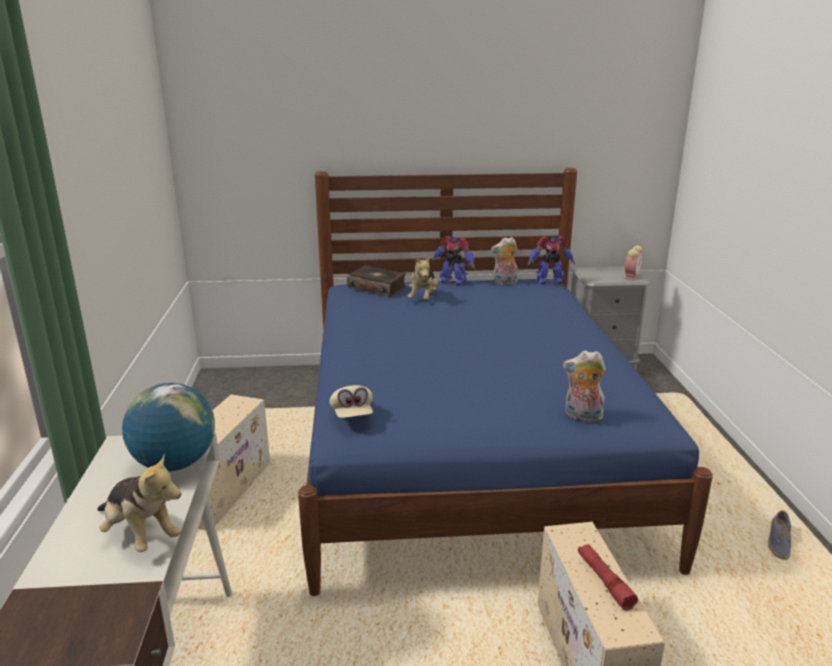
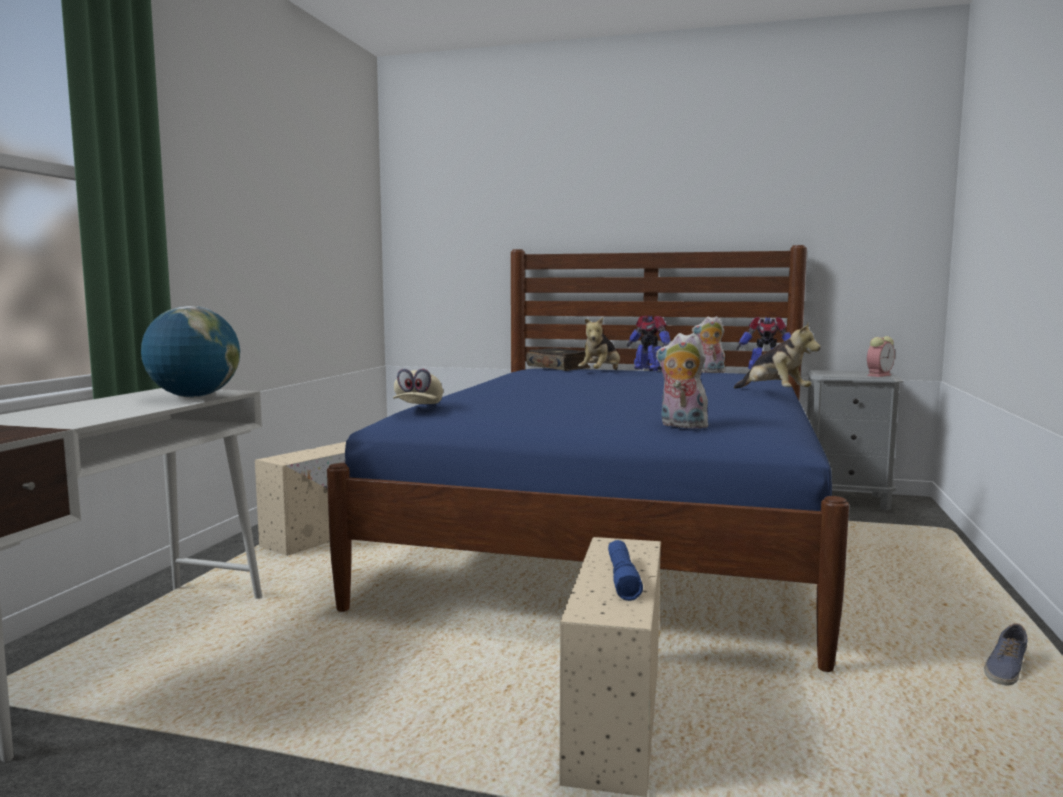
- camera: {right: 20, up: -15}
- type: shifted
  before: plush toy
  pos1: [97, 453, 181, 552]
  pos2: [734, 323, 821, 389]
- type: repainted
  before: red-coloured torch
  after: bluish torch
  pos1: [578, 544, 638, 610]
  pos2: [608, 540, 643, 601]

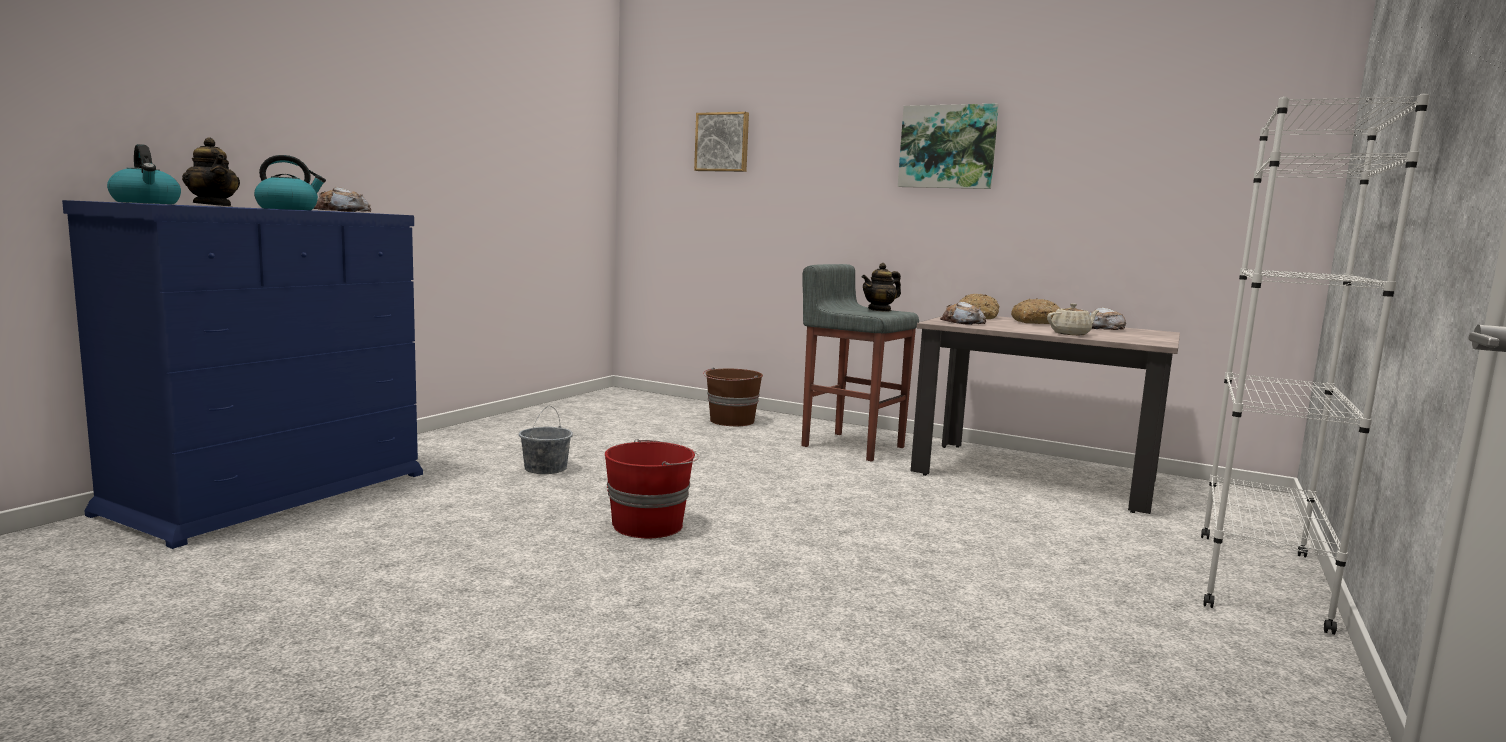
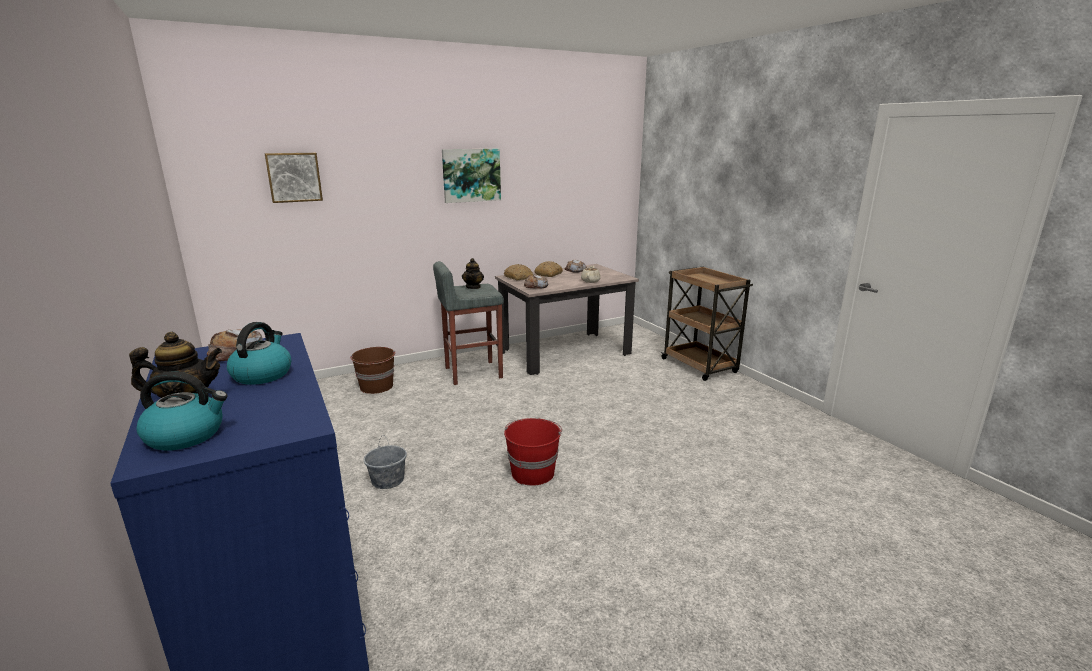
- camera: {right: -55, up: 10}
- type: swapped
  before: whitish bookcase
  after: brownish cart
  pos1: [1201, 93, 1430, 635]
  pos2: [660, 266, 753, 381]

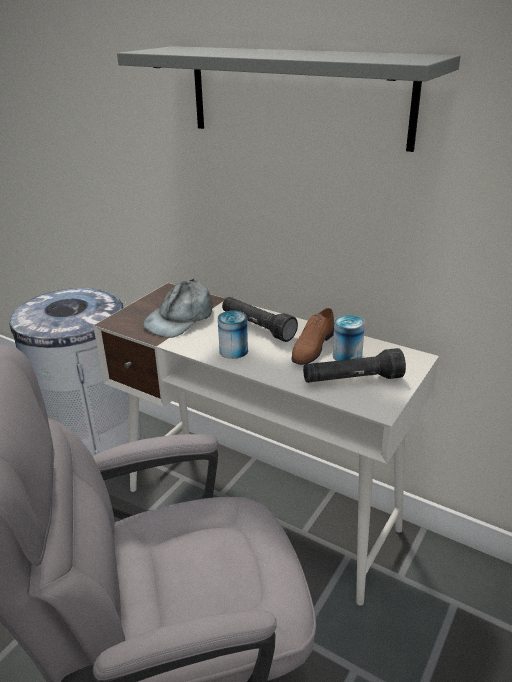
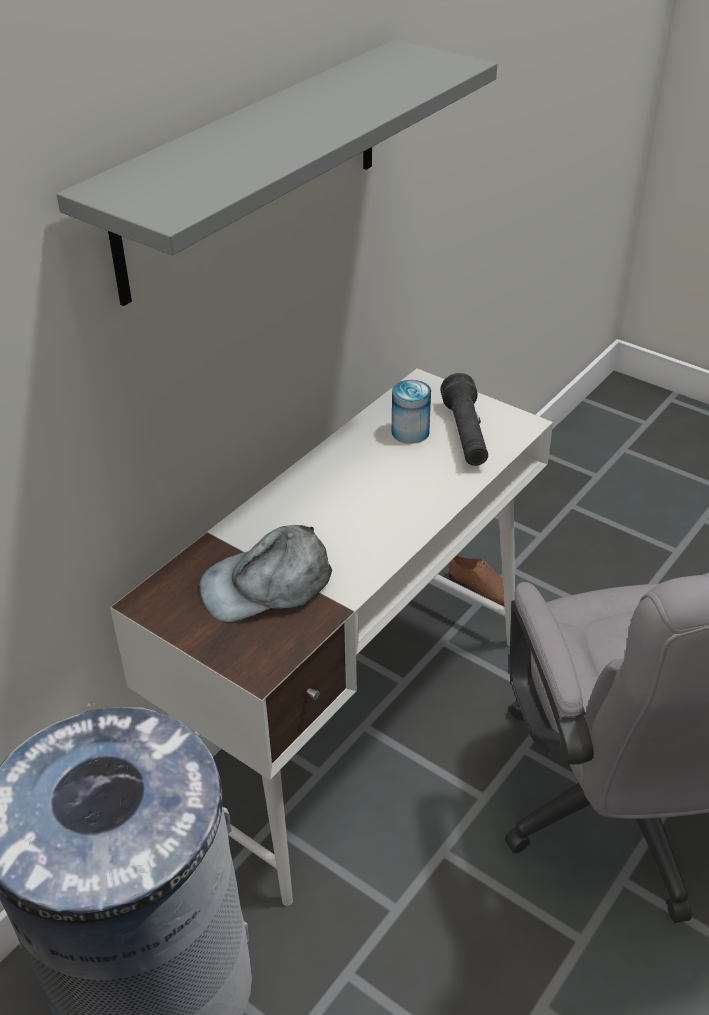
- camera: {right: -85, up: 10}
- type: gone
  before: can
  pos1: [218, 311, 248, 359]
- type: gone
  before: black torch
  pos1: [222, 297, 298, 342]
- type: shifted
  before: brownish low shoe
  pos1: [291, 308, 334, 365]
  pos2: [448, 555, 516, 607]
- type: rotated
  before: gray cap
  pos1: [143, 279, 213, 338]
  pos2: [200, 525, 332, 622]
  turn: 120

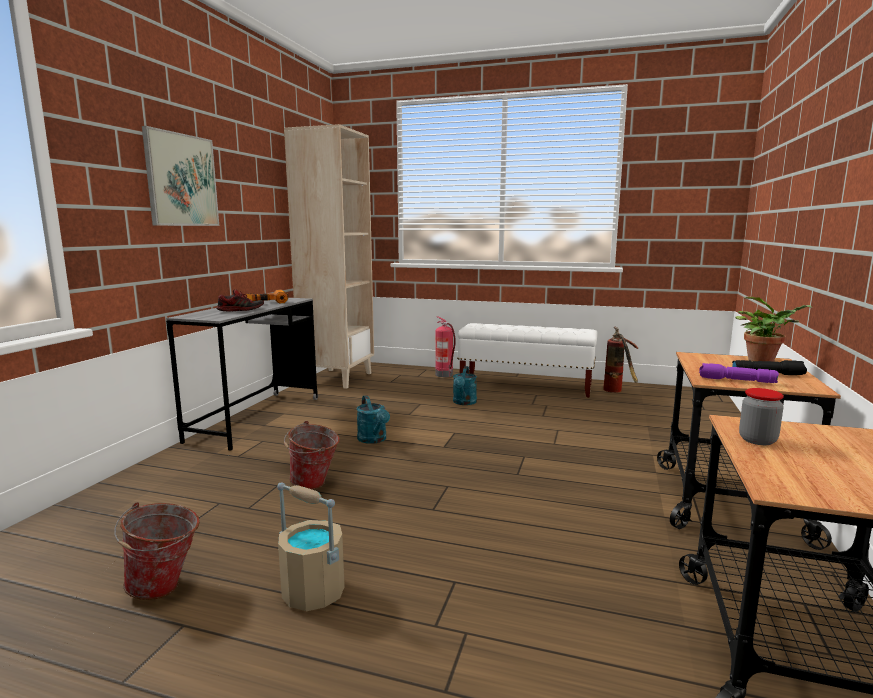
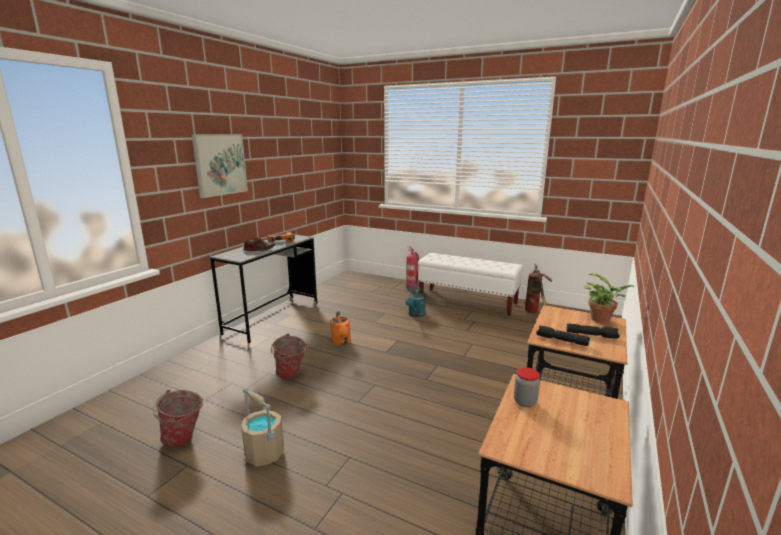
- camera: {right: 10, up: 5}
- type: gone
  before: sand-coloured bookcase
  pos1: [284, 124, 374, 389]
- type: repainted
  before: turquoise-coloured watering can
  after: orange-coloured watering can
  pos1: [356, 395, 390, 444]
  pos2: [330, 311, 351, 345]
- type: repainted
  before: purple-coloured torch
  after: black torch
  pos1: [699, 363, 779, 383]
  pos2: [536, 326, 590, 346]

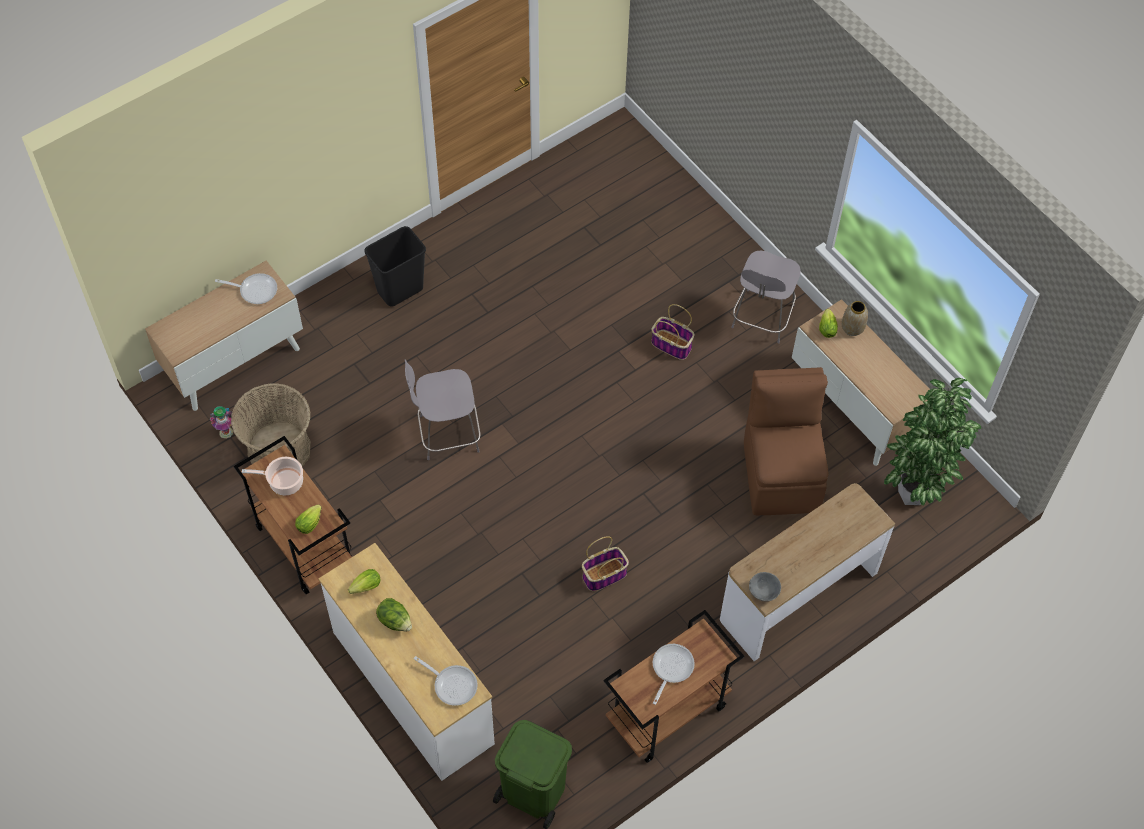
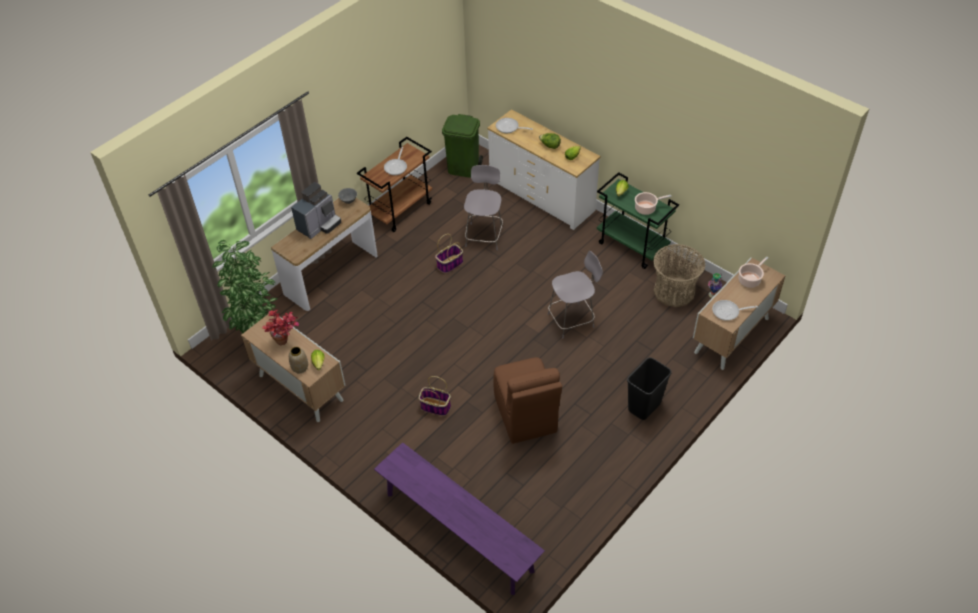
- camera: {right: 170, up: -10}
- type: new
  after: plant in a pot
  pos2: [262, 310, 299, 345]
- type: new
  after: coffee maker
  pos2: [291, 182, 341, 239]
- type: new
  after: purple-coloured bench
  pos2: [374, 442, 545, 595]
- type: new
  after: cooking pot
  pos2: [738, 256, 769, 288]
- type: shifted
  before: gray chair
  pos1: [731, 251, 801, 343]
  pos2: [464, 165, 503, 250]
- type: shifted
  before: brownish chair
  pos1: [744, 367, 828, 515]
  pos2: [493, 357, 562, 444]
- type: repainted
  before: brownish cart
  after: green-coloured cart
  pos1: [234, 436, 352, 594]
  pos2: [597, 172, 679, 269]

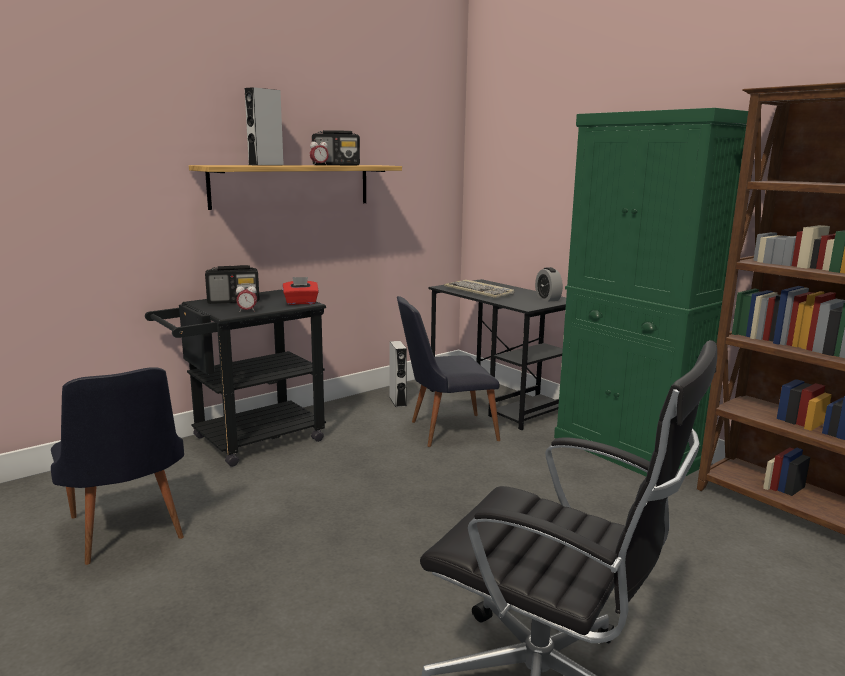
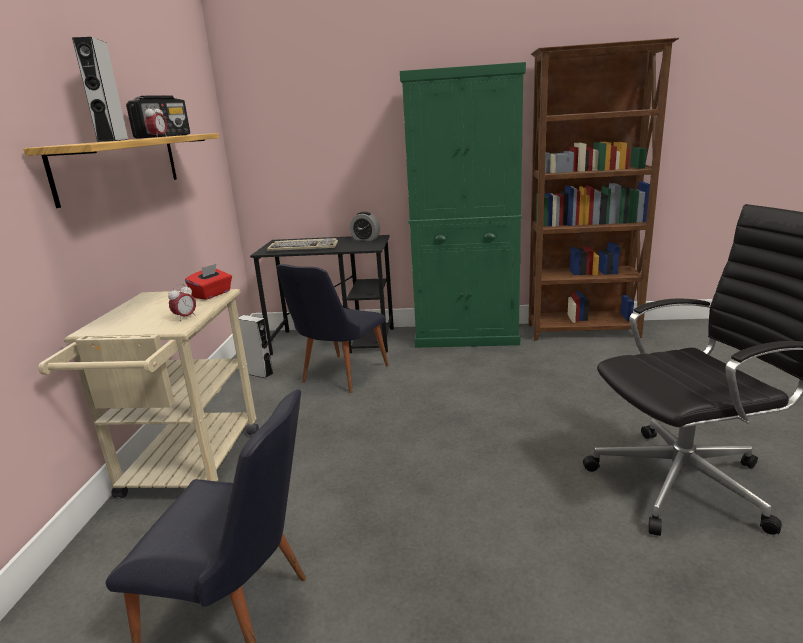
- camera: {right: -45, up: 5}
- type: gone
  before: radio receiver
  pos1: [205, 265, 259, 304]
- type: repainted
  before: black cart
  after: sand-coloured cart
  pos1: [145, 290, 326, 467]
  pos2: [38, 289, 259, 498]

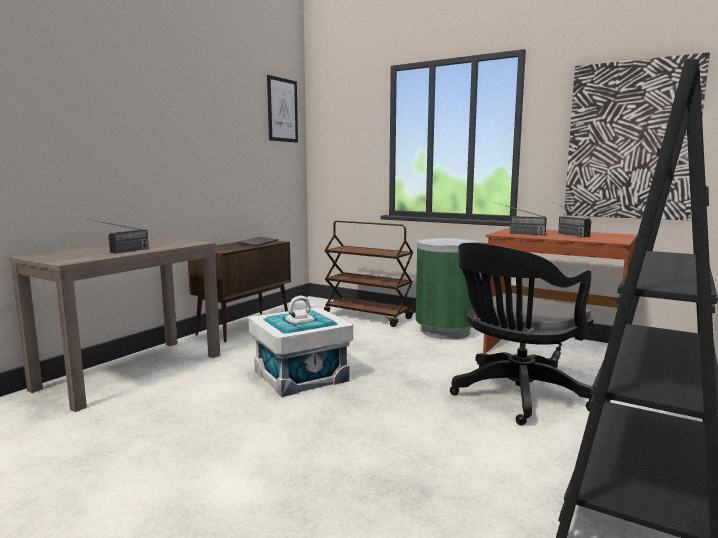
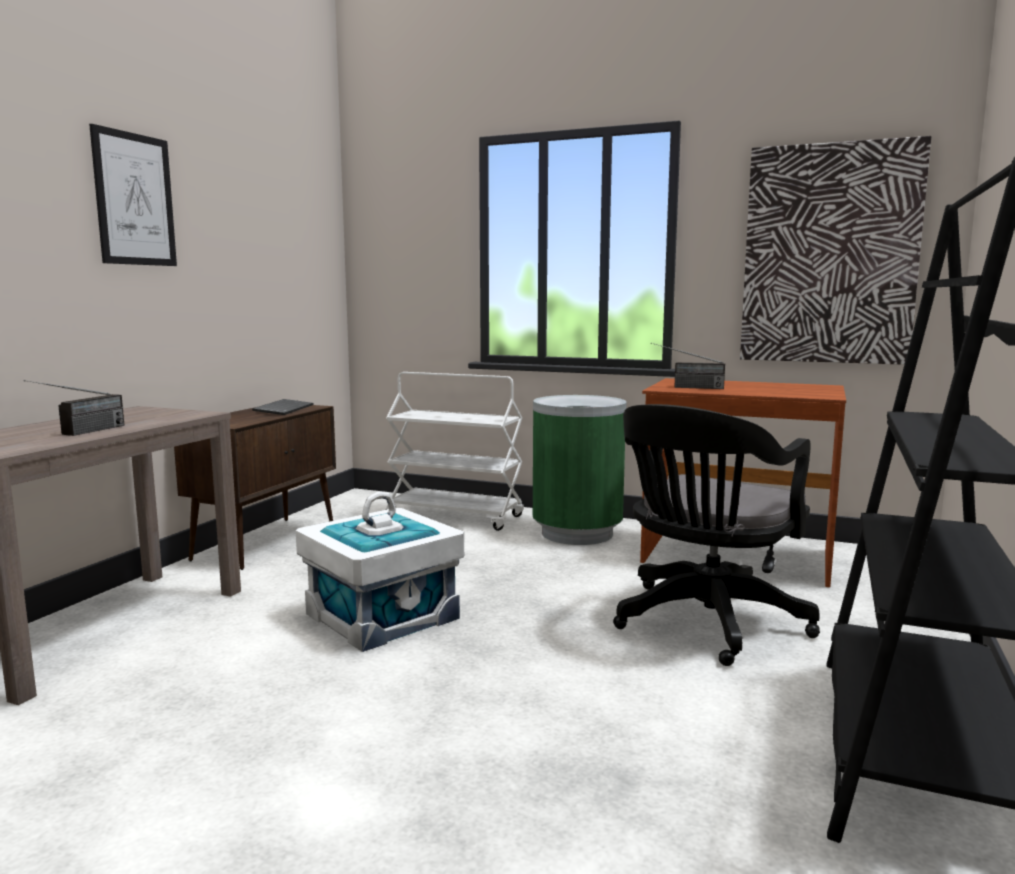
- camera: {right: -10, up: 0}
- type: gone
  before: radio receiver
  pos1: [553, 202, 591, 237]
- type: shifted
  before: wall art
  pos1: [267, 75, 298, 143]
  pos2: [89, 124, 177, 266]
- type: repainted
  before: brownish cart
  after: whitish cart
  pos1: [324, 221, 413, 327]
  pos2: [386, 372, 524, 531]

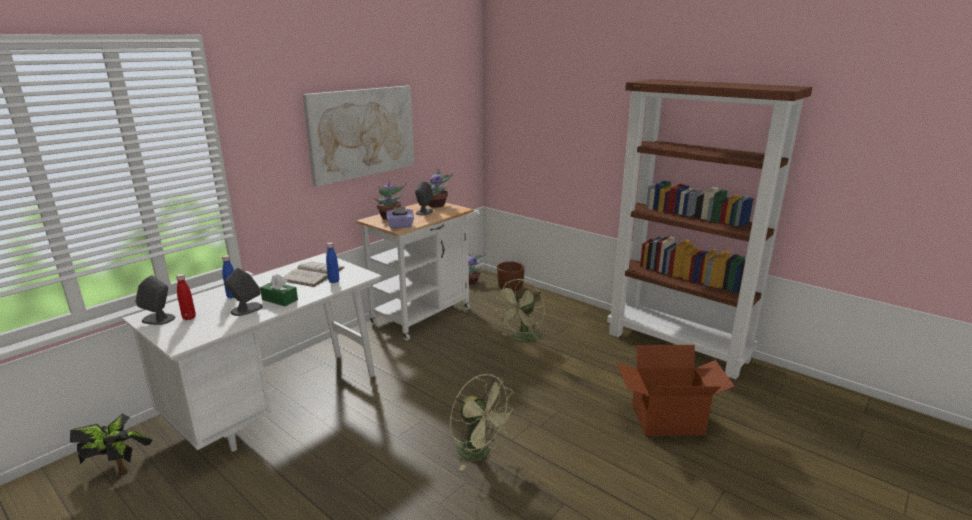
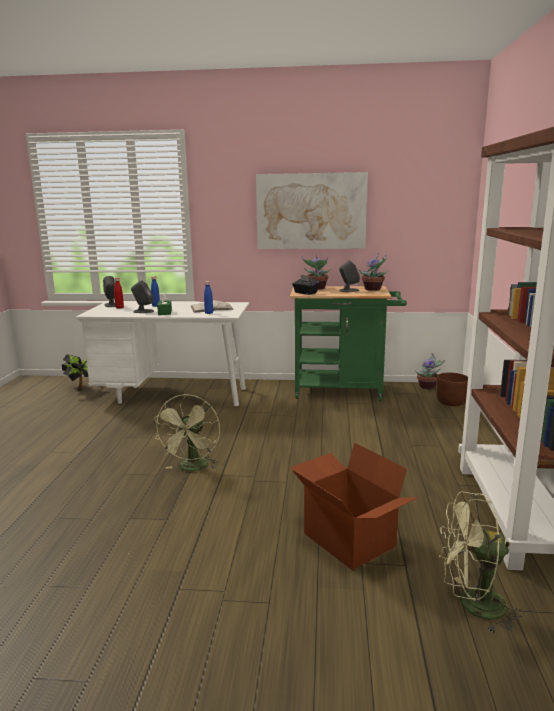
- camera: {right: 55, up: -5}
- type: shifted
  before: green-coloured electric fan
  pos1: [493, 279, 545, 344]
  pos2: [439, 491, 524, 634]
- type: repainted
  before: whitish cart
  after: green-coloured cart
  pos1: [357, 202, 480, 341]
  pos2: [290, 286, 407, 401]
- type: repainted
  before: purple-coloured tissue holder
  after: black tissue holder
  pos1: [386, 207, 414, 228]
  pos2: [292, 274, 319, 295]

